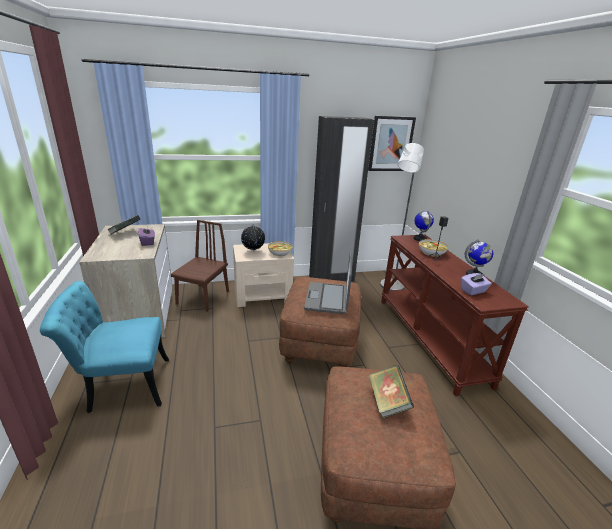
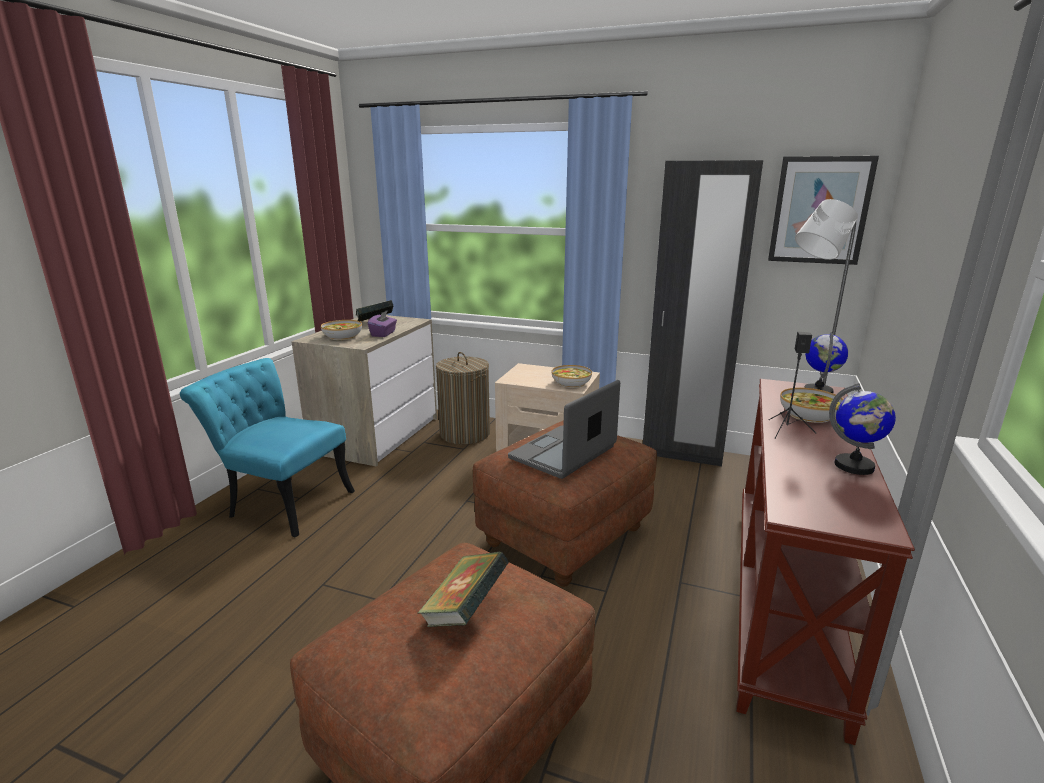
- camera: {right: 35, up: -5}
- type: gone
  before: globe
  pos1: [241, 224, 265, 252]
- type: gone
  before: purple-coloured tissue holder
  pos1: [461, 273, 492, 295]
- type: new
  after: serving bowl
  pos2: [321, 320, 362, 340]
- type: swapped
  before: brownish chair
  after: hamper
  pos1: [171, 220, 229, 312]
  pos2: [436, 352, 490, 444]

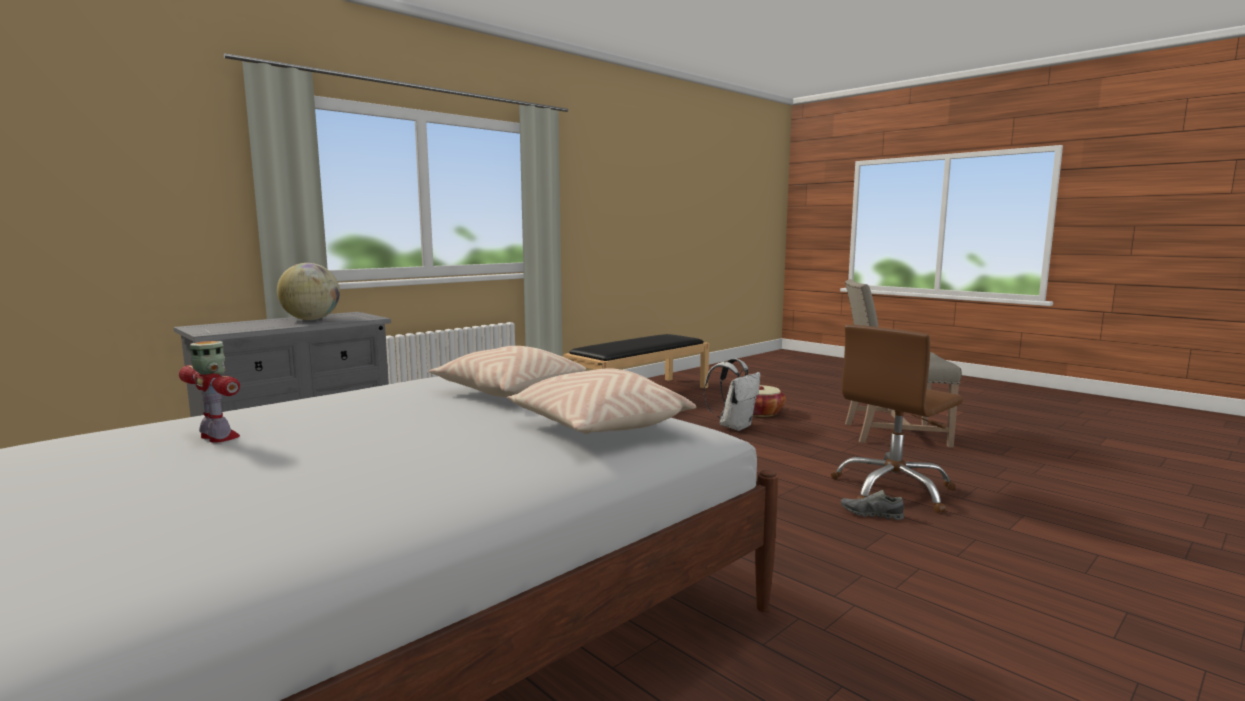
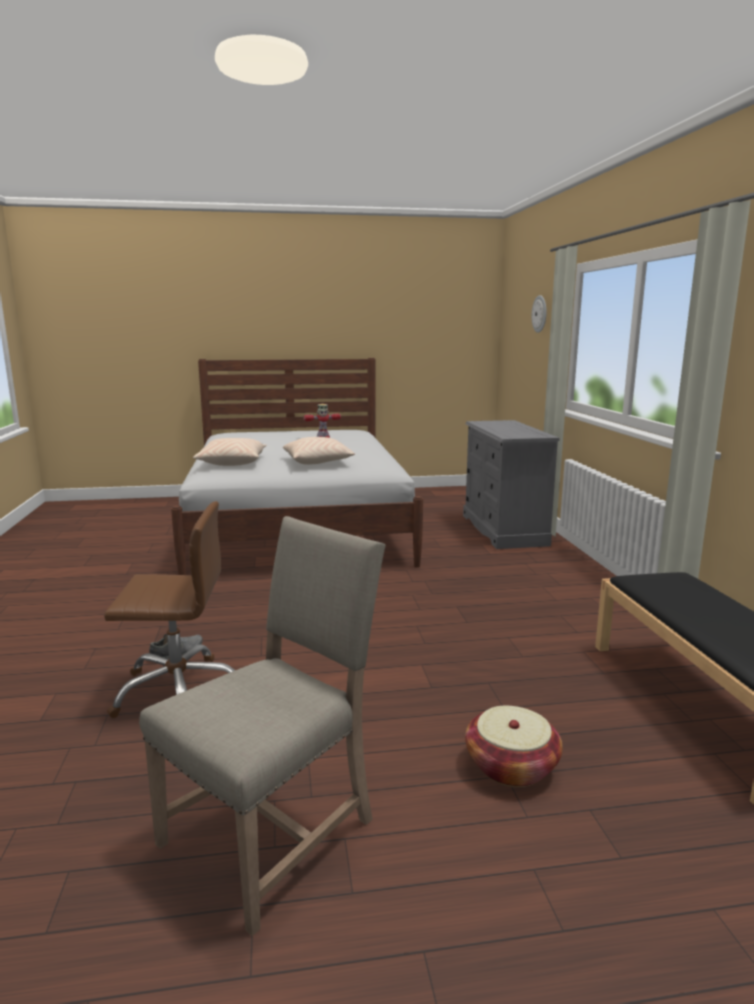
- camera: {right: 125, up: 5}
- type: gone
  before: globe
  pos1: [277, 263, 340, 320]
- type: gone
  before: whitish rucksack
  pos1: [703, 358, 761, 431]
- type: new
  after: hanging clock
  pos2: [532, 295, 547, 333]
- type: rotated
  before: brownish office chair
  pos1: [831, 324, 963, 513]
  pos2: [104, 501, 235, 718]
  turn: 90

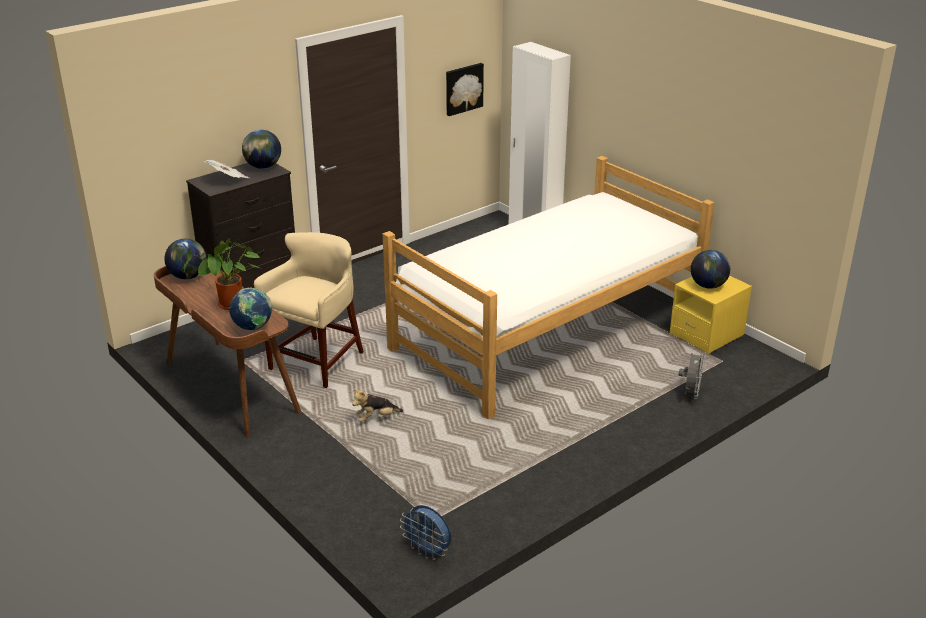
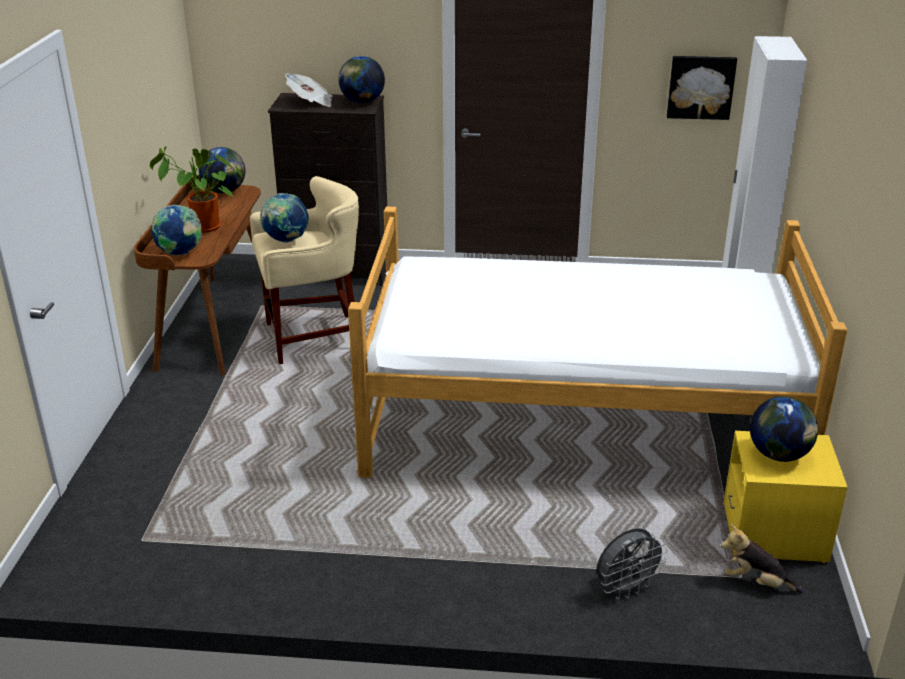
- camera: {right: 45, up: 0}
- type: gone
  before: bluish electric fan
  pos1: [400, 505, 451, 560]
- type: new
  after: globe
  pos2: [260, 193, 308, 243]
- type: shifted
  before: plush toy
  pos1: [352, 389, 403, 422]
  pos2: [721, 524, 804, 593]

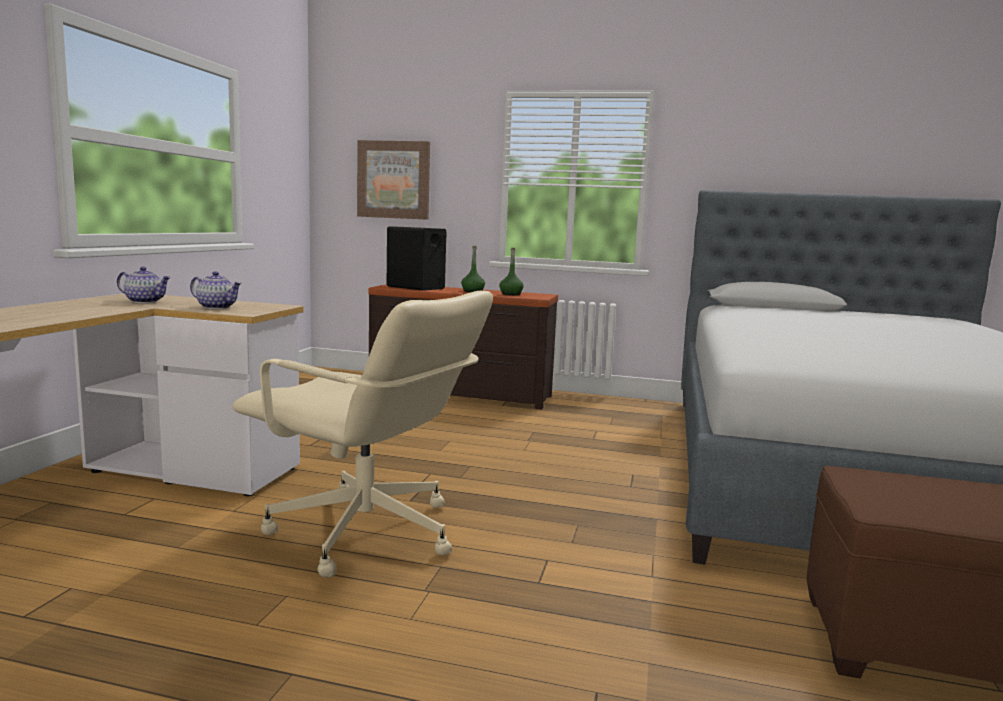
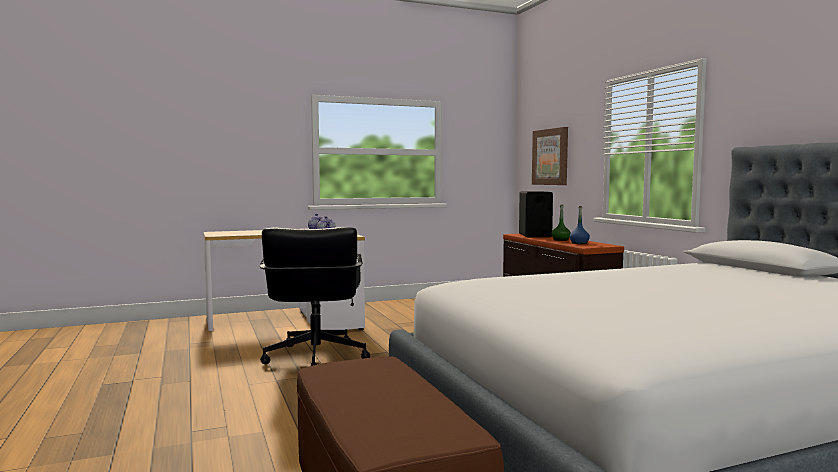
- camera: {right: 55, up: -5}
- type: repainted
  before: sand-coloured office chair
  after: black office chair
  pos1: [232, 291, 493, 577]
  pos2: [260, 227, 370, 366]
- type: repainted
  before: green-coloured beverage bottle
  after: bluish beverage bottle
  pos1: [499, 248, 524, 295]
  pos2: [569, 206, 590, 244]

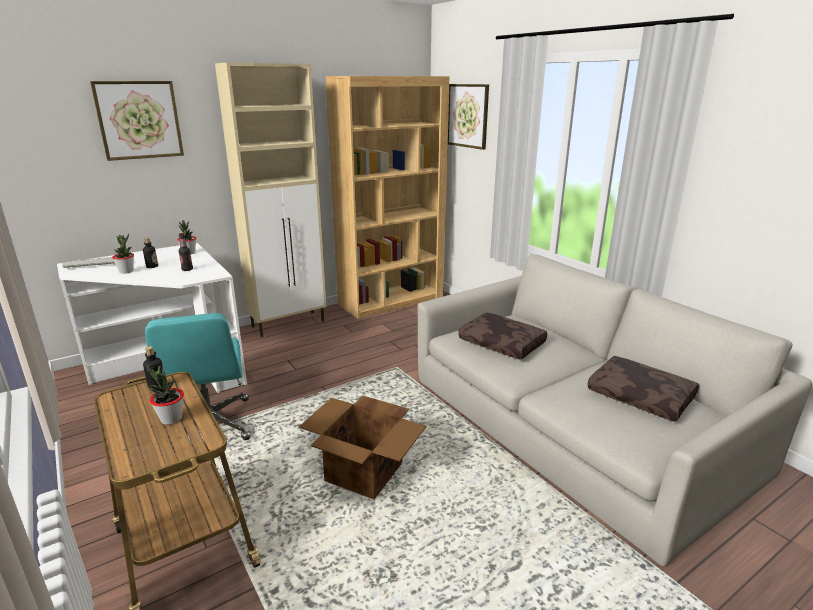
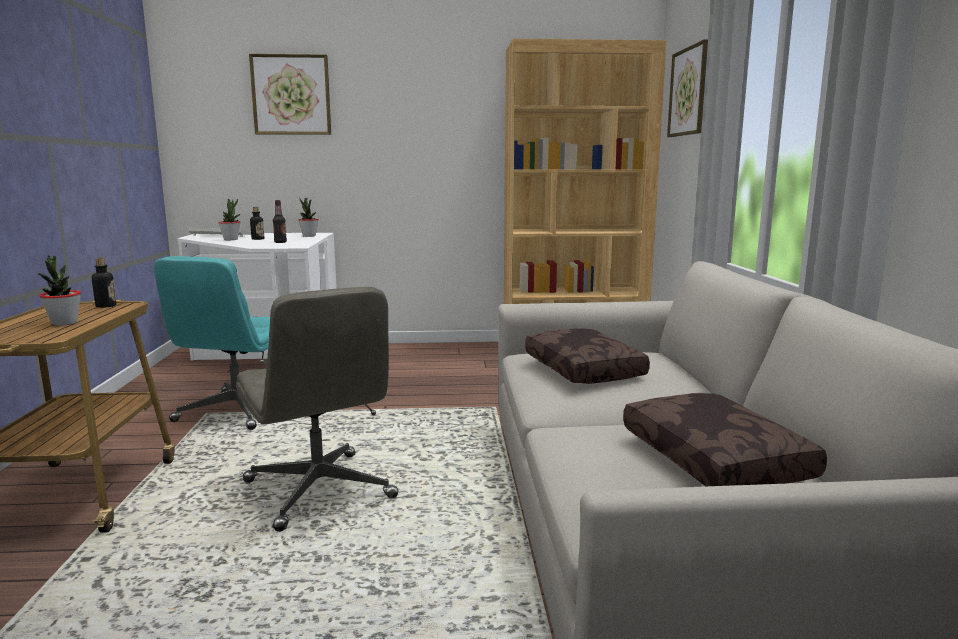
- camera: {right: 30, up: -10}
- type: gone
  before: sand-coloured storage cabinet
  pos1: [215, 63, 326, 337]
- type: swapped
  before: packing box
  after: gray office chair
  pos1: [299, 396, 426, 499]
  pos2: [236, 287, 398, 532]

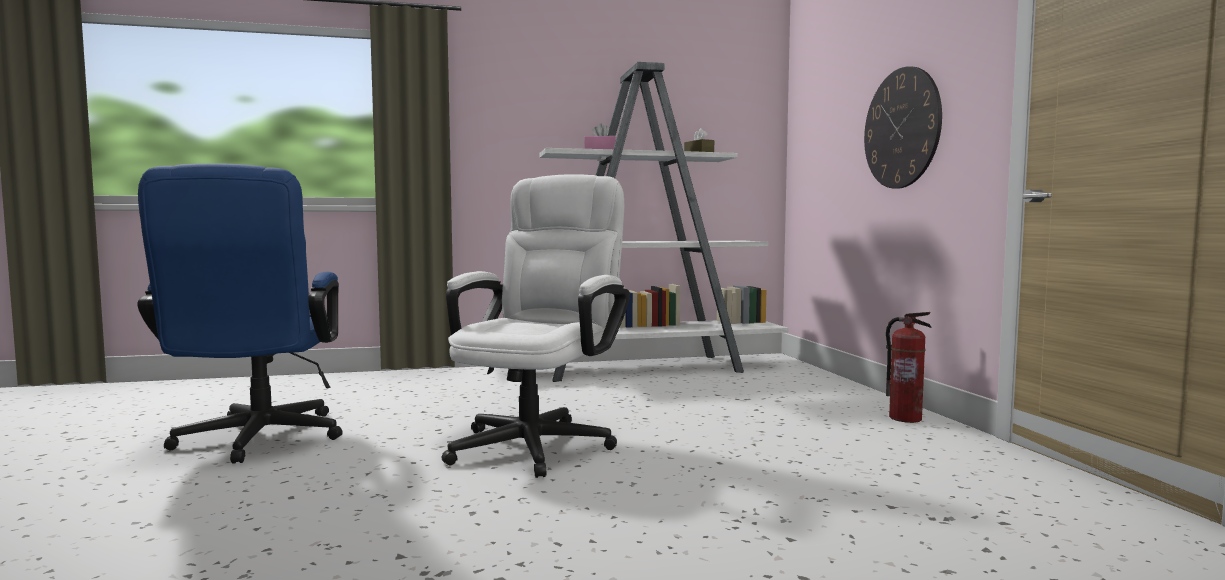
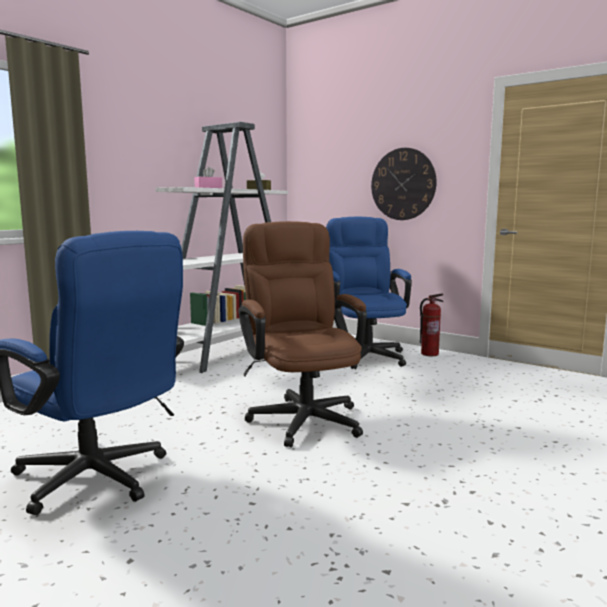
- camera: {right: -40, up: 5}
- type: new
  after: bluish office chair
  pos2: [326, 217, 412, 369]
- type: repainted
  before: whitish office chair
  after: brownish office chair
  pos1: [442, 174, 630, 478]
  pos2: [238, 221, 367, 448]

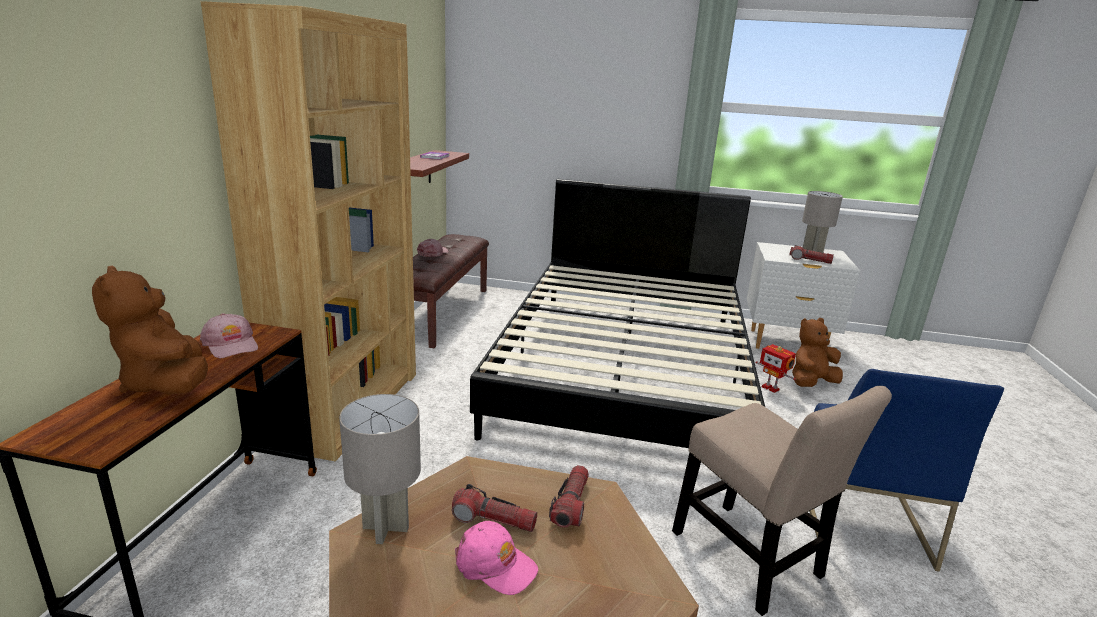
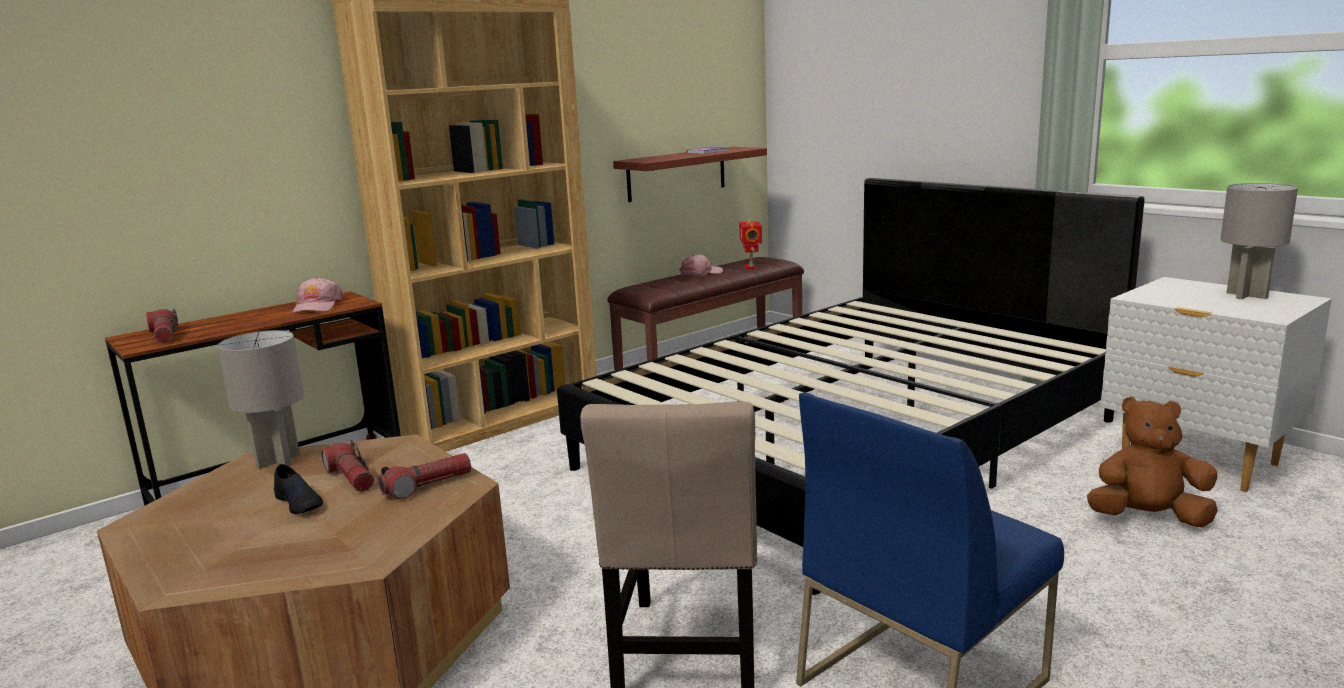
- camera: {right: 40, up: -5}
- type: gone
  before: brownish plush toy
  pos1: [92, 265, 208, 395]
- type: shifted
  before: model robot
  pos1: [756, 344, 796, 393]
  pos2: [739, 219, 762, 270]
- type: shifted
  before: torch
  pos1: [789, 245, 834, 264]
  pos2: [146, 308, 178, 343]
- type: swapped
  before: pinkish cap
  after: black low shoe
  pos1: [455, 521, 538, 595]
  pos2: [274, 464, 323, 514]

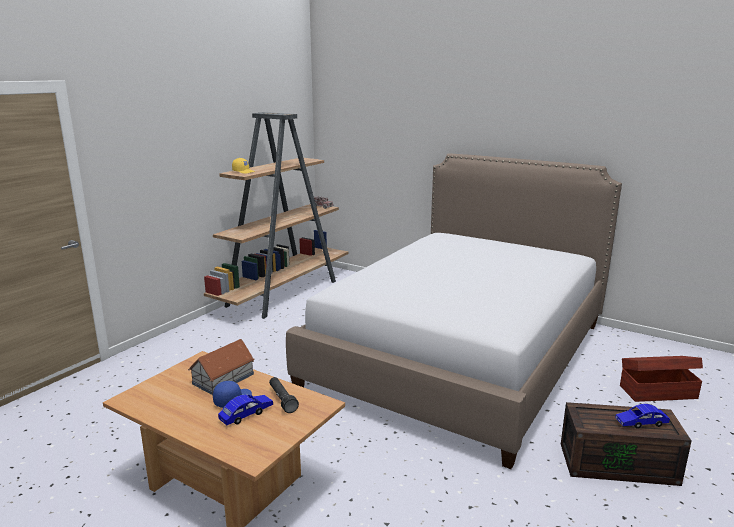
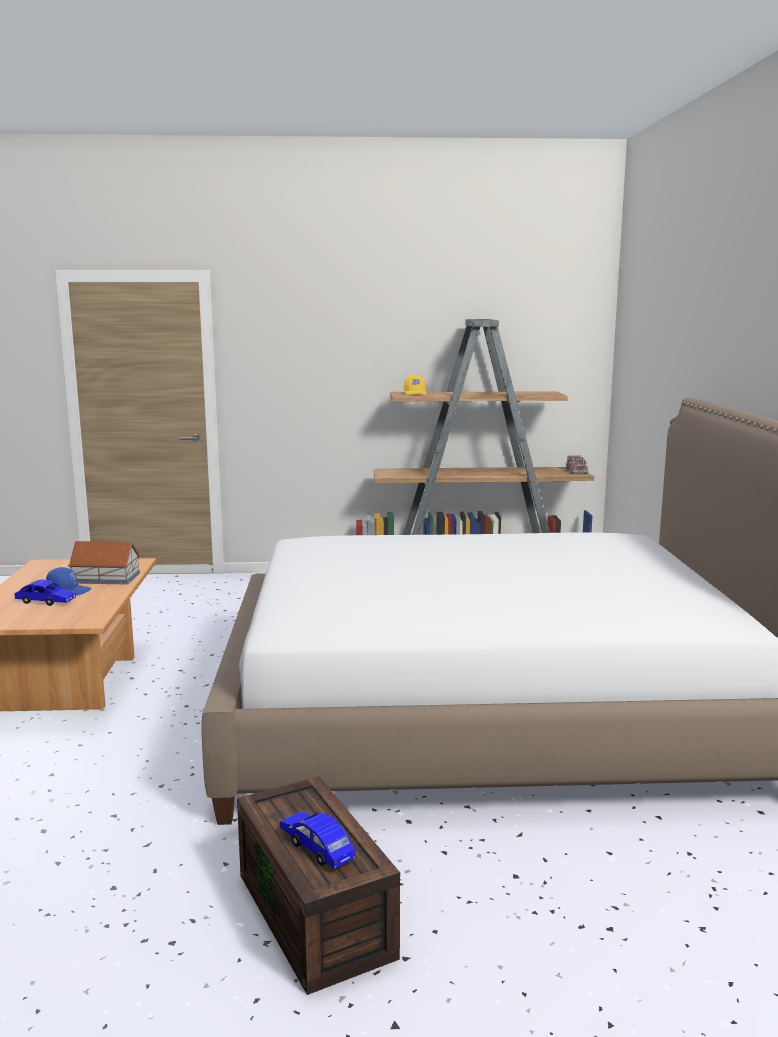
- camera: {right: 55, up: -5}
- type: gone
  before: black torch
  pos1: [269, 377, 299, 413]
- type: gone
  before: brownish storage bin
  pos1: [620, 356, 703, 402]

